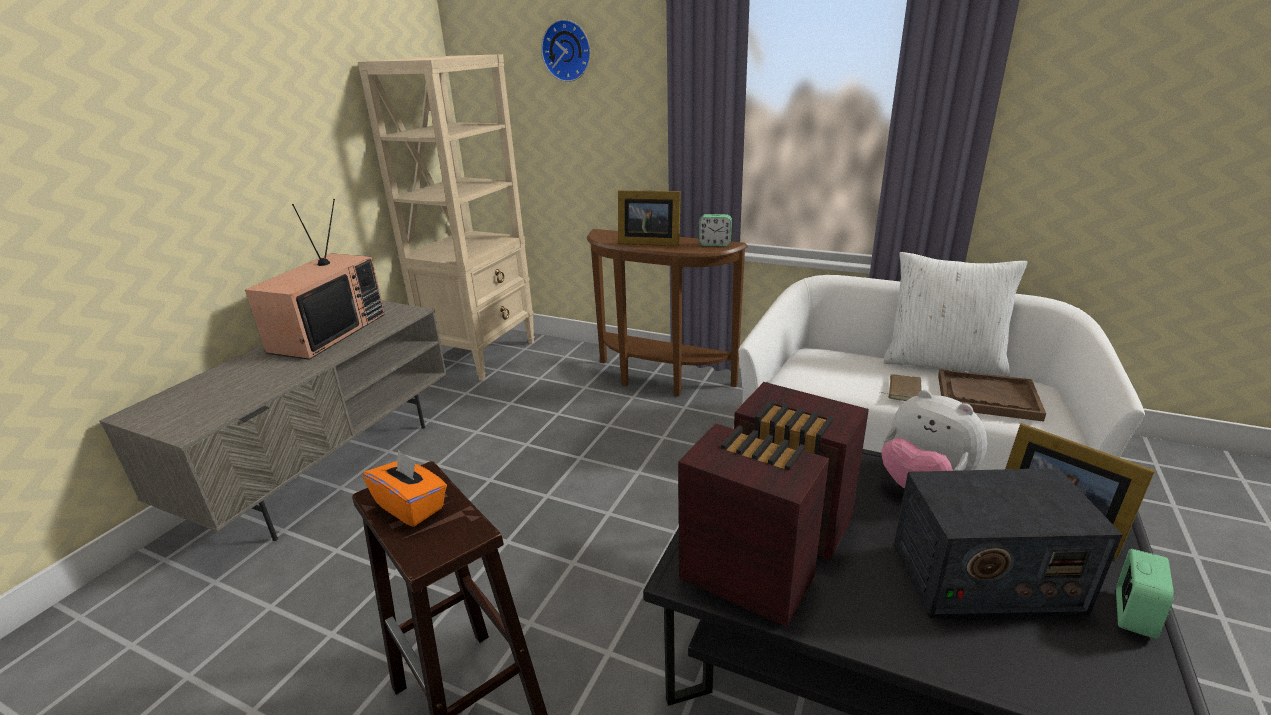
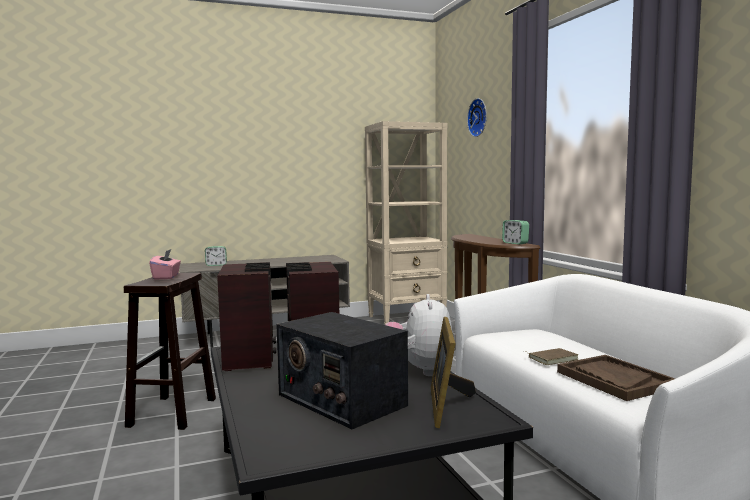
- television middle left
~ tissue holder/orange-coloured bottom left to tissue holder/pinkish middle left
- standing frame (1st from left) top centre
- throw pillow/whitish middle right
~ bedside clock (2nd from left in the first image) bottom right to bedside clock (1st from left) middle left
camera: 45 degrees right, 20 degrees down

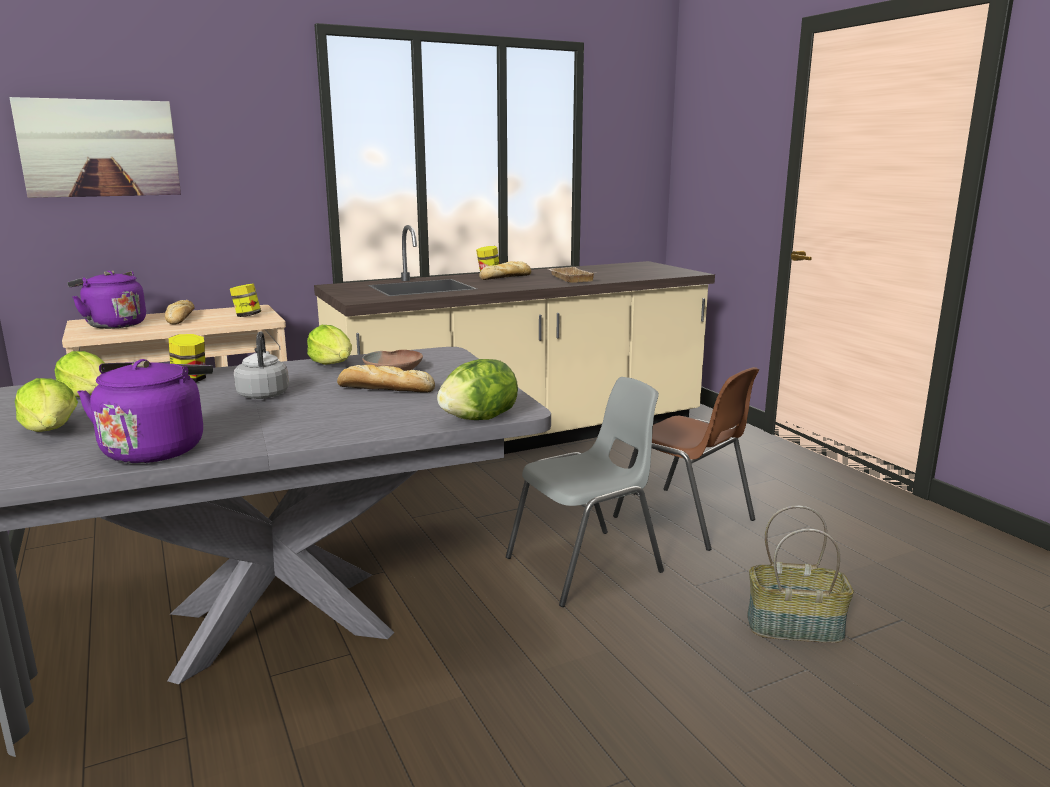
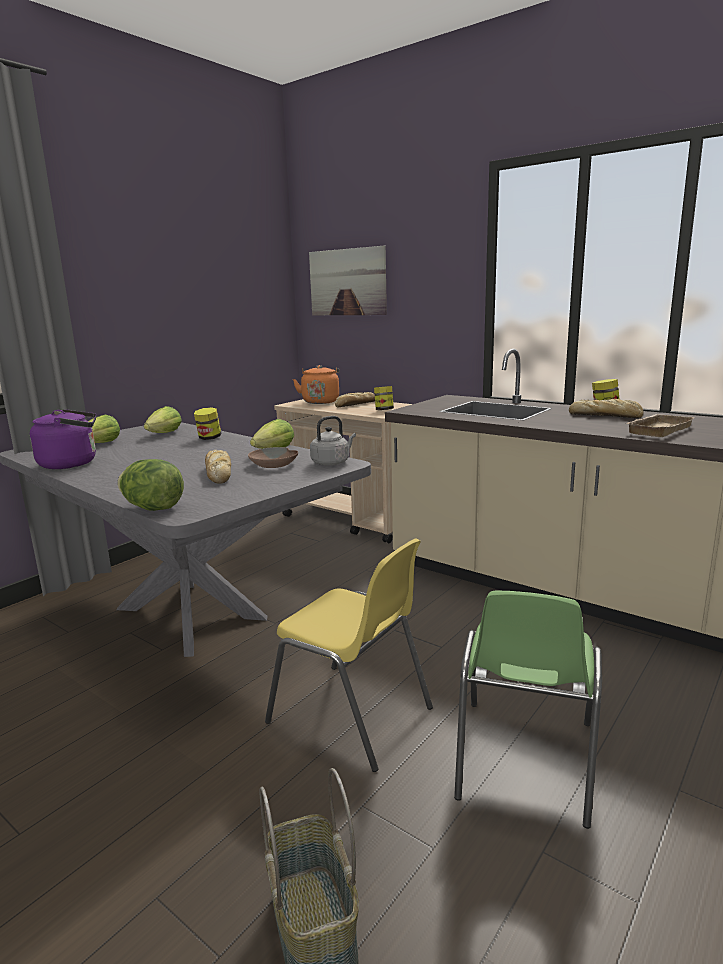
~ water kettle/purple-coloured (1st from left) middle left to water kettle/orange-coloured centre
~ water kettle/greyish middle left to centre
~ plain chair/greyish centre to plain chair/yellow-coloured bottom centre
~ plain chair/brownish centre to plain chair/greenish bottom right
camera: 65 degrees right, 0 degrees up

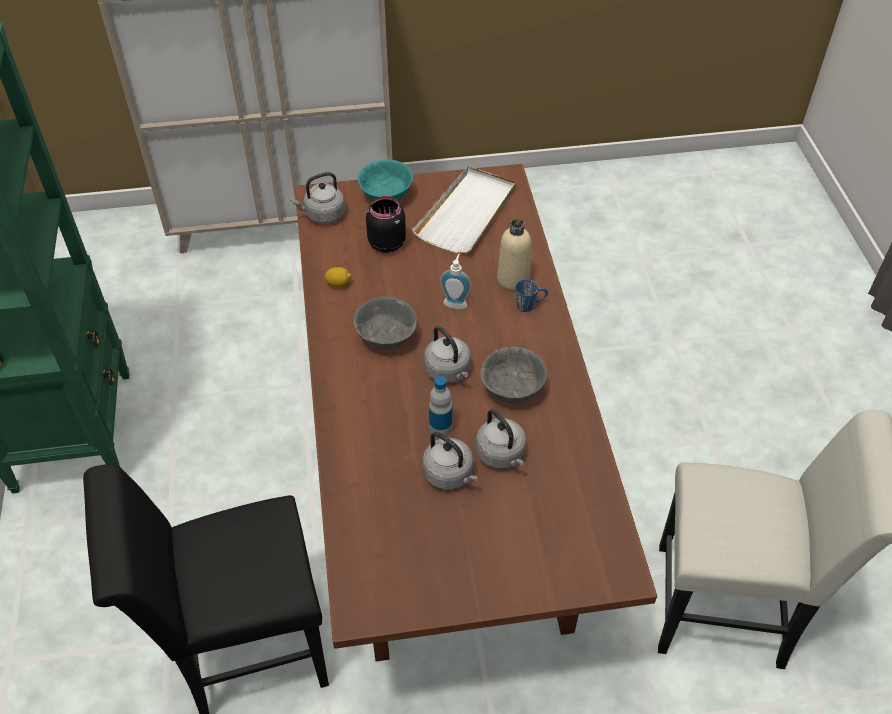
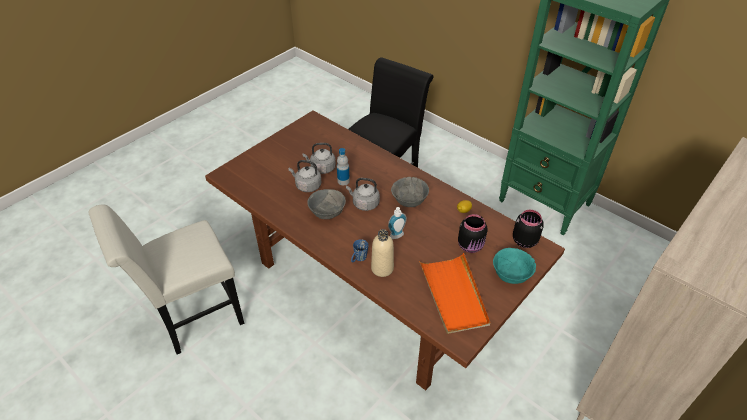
~ water kettle/greyish (1st from left) top centre to jar/black-coloured (2nd from left) middle right
~ carrying tray/whitish top centre to carrying tray/orange-coloured bottom centre
camera: 140 degrees right, 5 degrees down

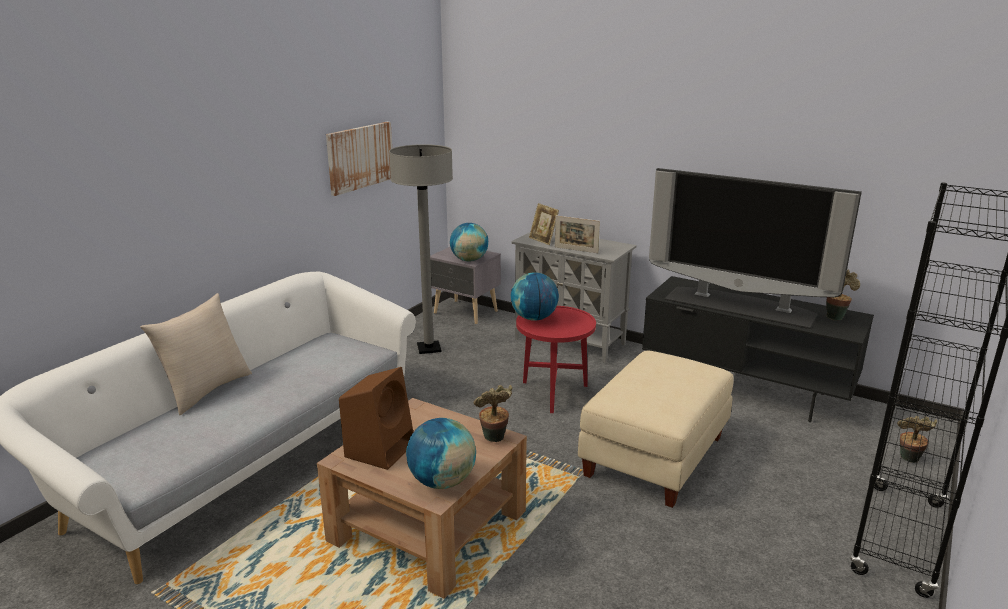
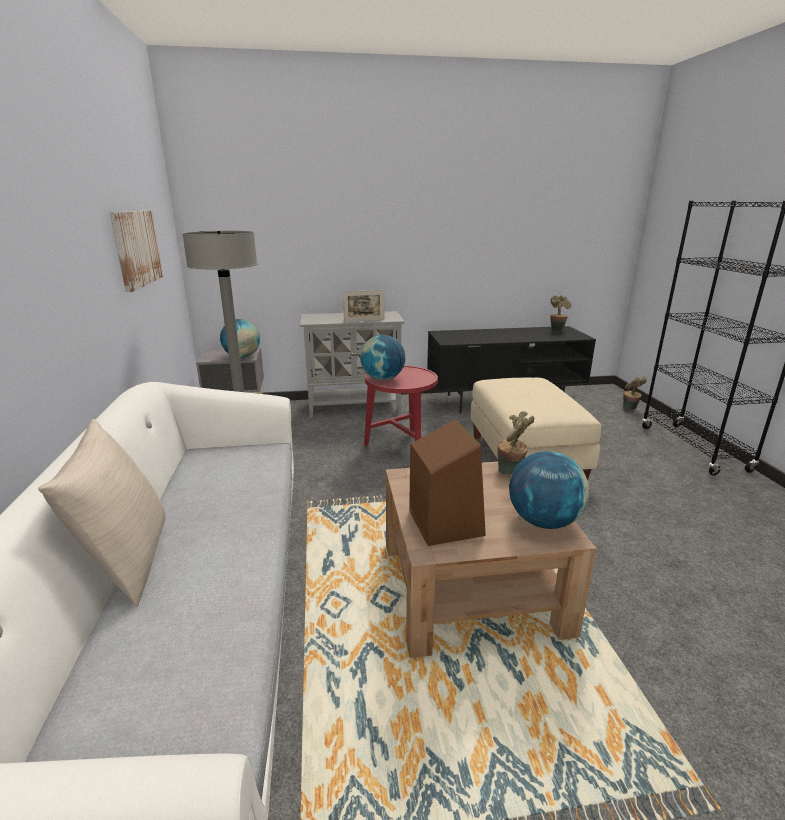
- standing frame (1st from left) centre
- television middle right
camera: 40 degrees left, 0 degrees up

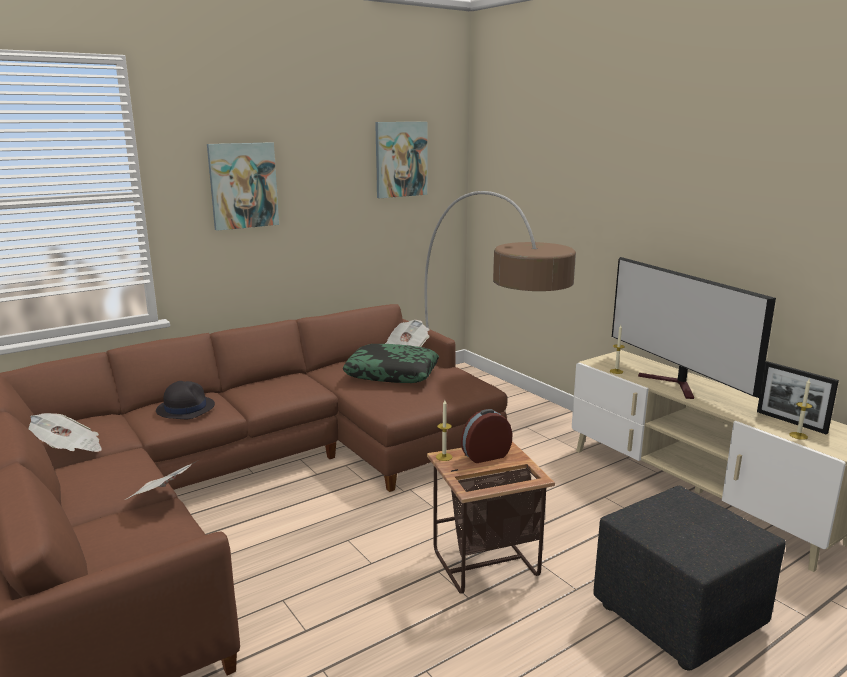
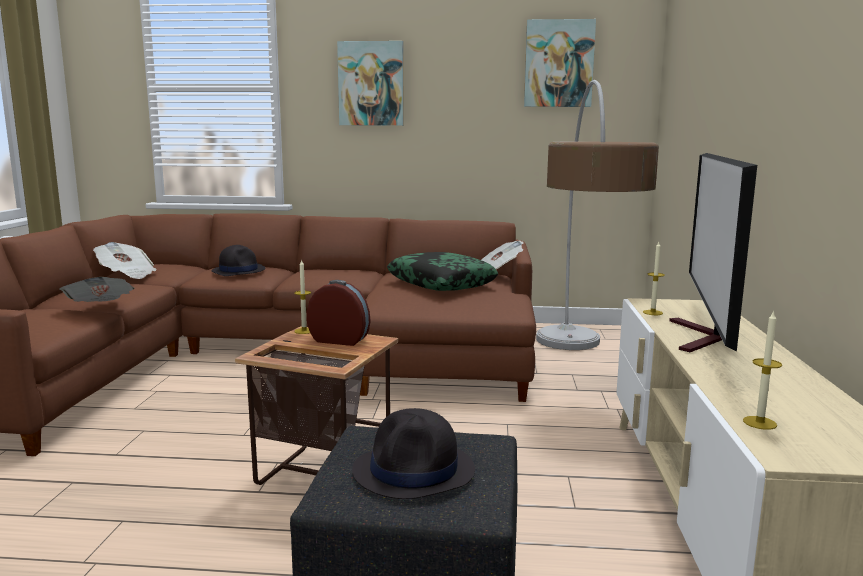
- standing frame middle right
+ clothing hat/black-coloured (2nd from left) bottom centre
camera: 40 degrees right, 5 degrees down

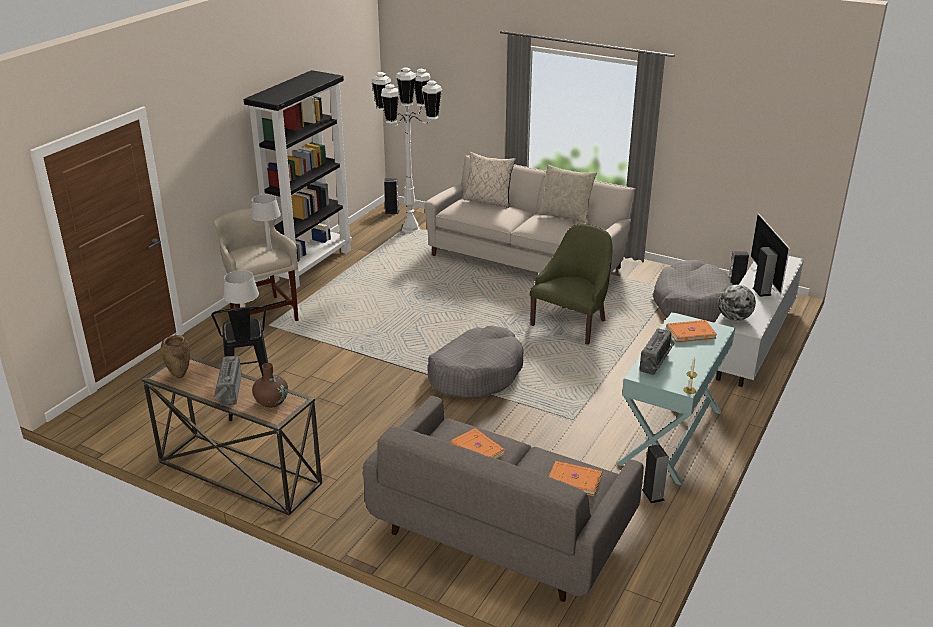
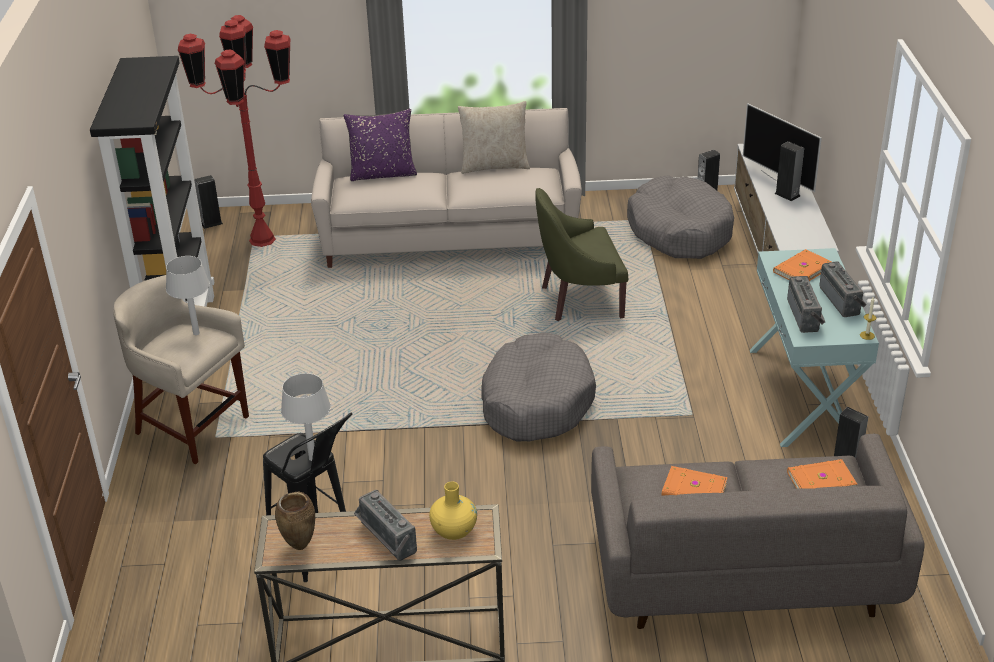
~ decorative vase/brownish (2nd from left) middle left to decorative vase/yellow-coloured bottom centre
~ standard lamp/whitish top centre to standard lamp/red-coloured top left
~ throw pillow/beige (1st from left) top centre to throw pillow/purple-coloured top centre
~ lounge chair/greenish centre = centre 105 degrees counterclockwise
- desk globe middle right
+ radio (3rd from left) middle right
camera: 30 degrees left, 5 degrees up

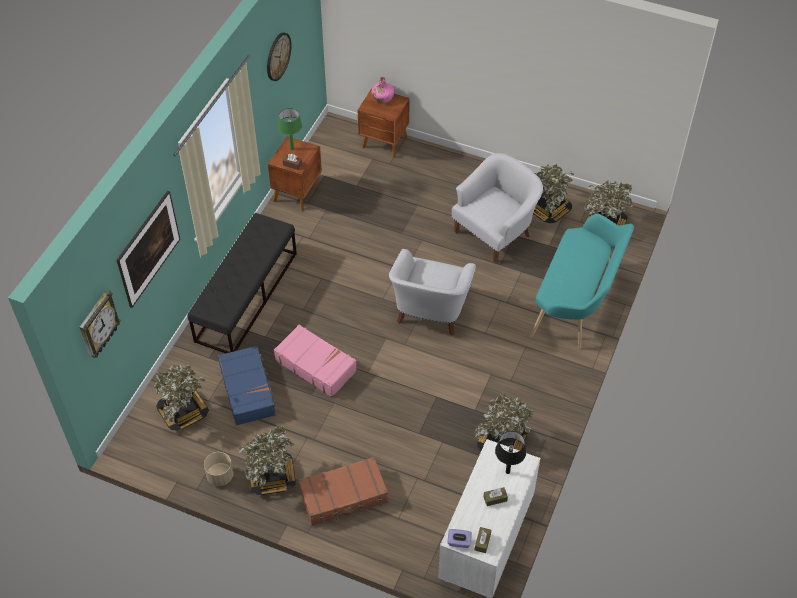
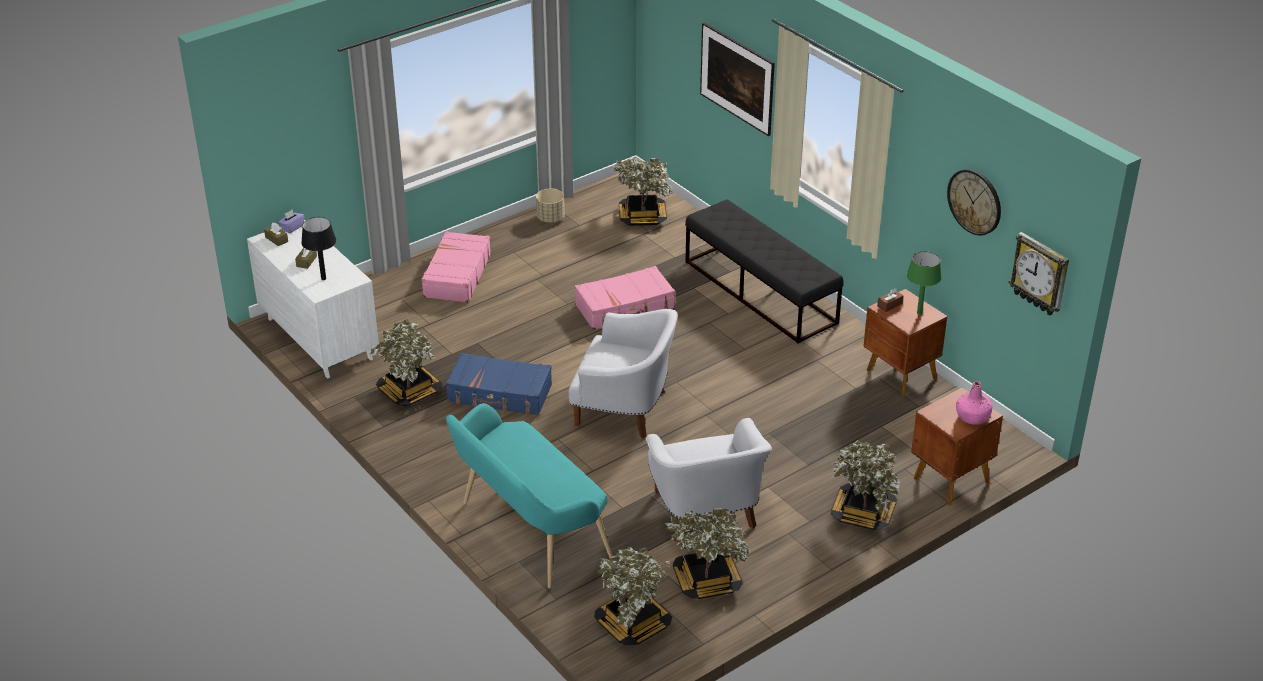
~ wall clock (1st from left in the first image) middle left to wall clock (2nd from left) middle right
~ travel case/blue-coloured middle left to centre
~ potted plant (2nd from left in the first image) bottom centre to potted plant (5th from left) bottom right
~ travel case/brownish bottom centre to travel case/pinkish (1st from left) centre
~ lounge chair/whitish (1st from left) centre = centre 150 degrees clockwise
camera: 120 degrees right, 15 degrees down

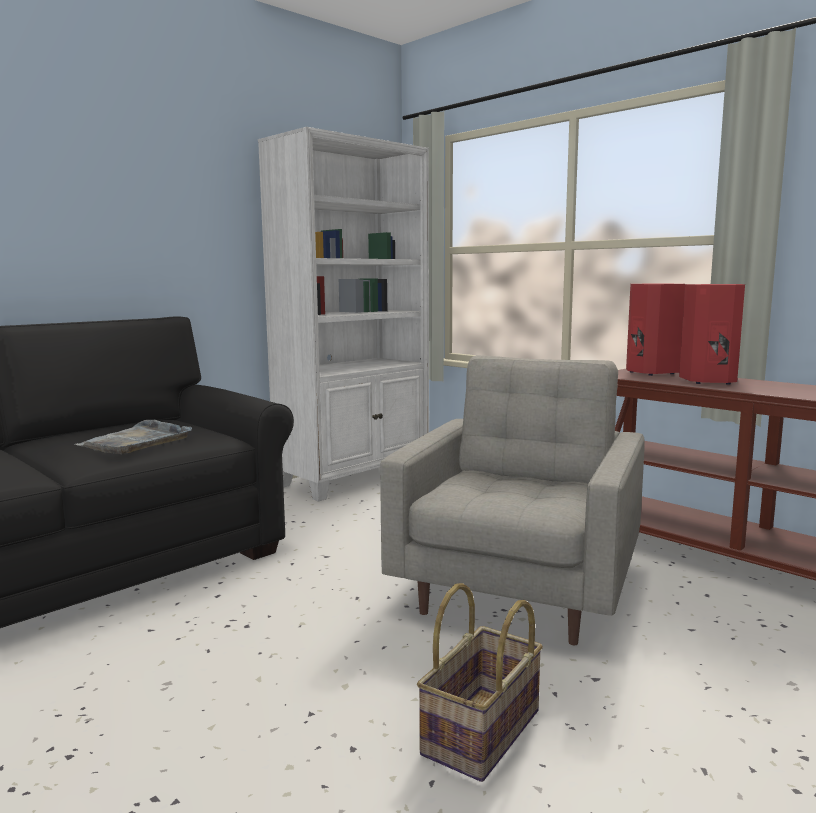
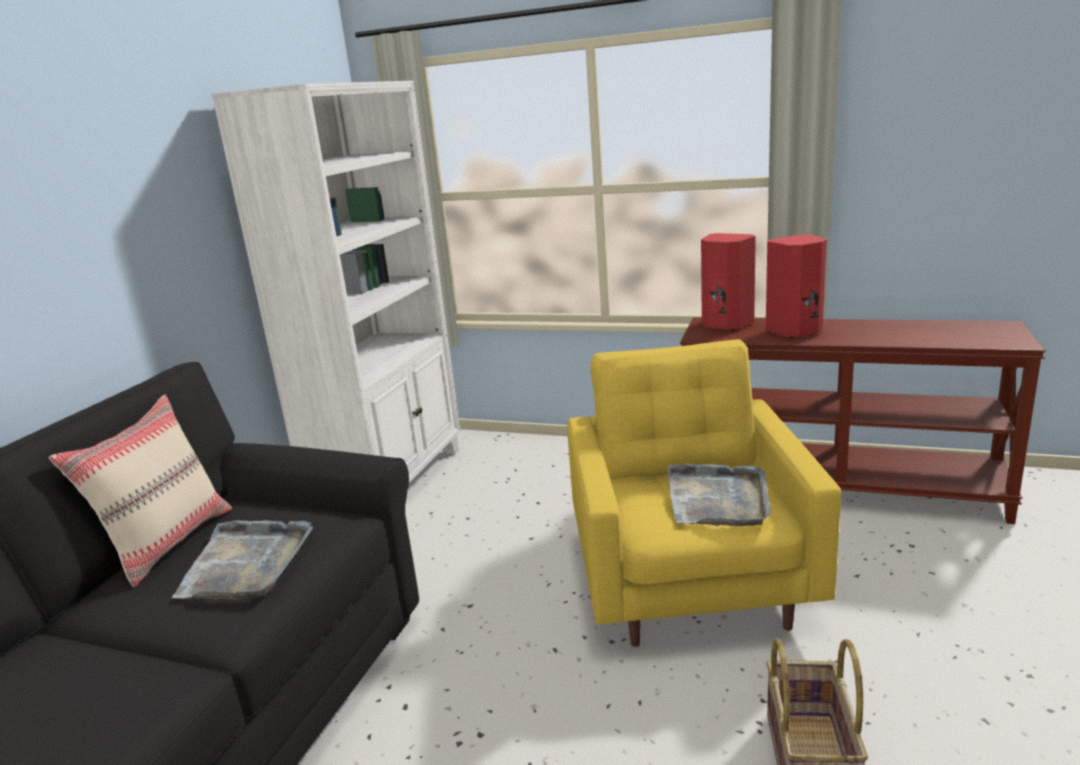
~ lounge chair/greyish centre to lounge chair/yellow-coloured centre
+ throw pillow/beige middle left
+ carrying tray/greyish (2nd from left) centre
camera: 25 degrees left, 10 degrees up

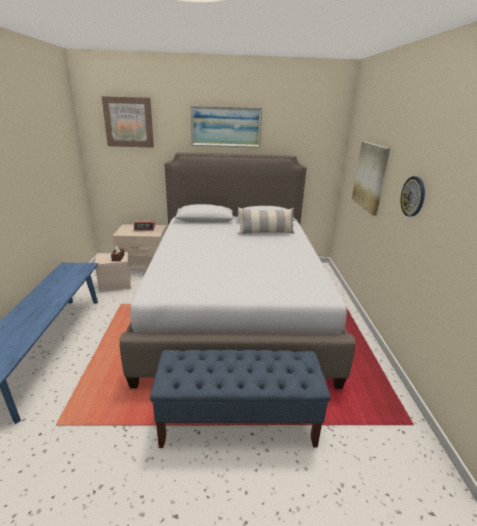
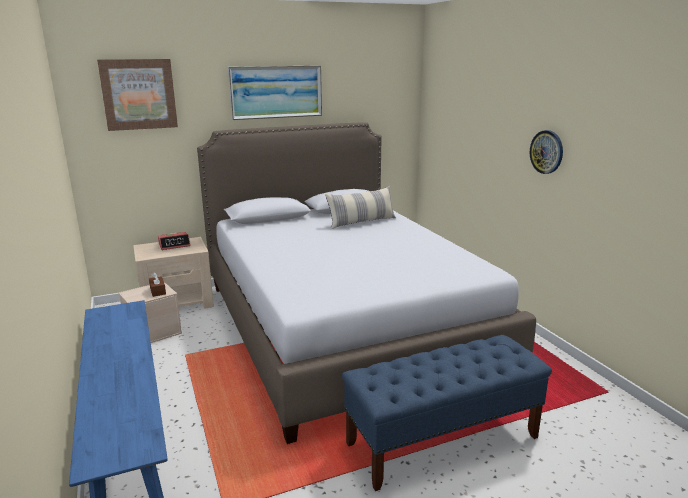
- picture (3rd from left) middle right
camera: 20 degrees left, 5 degrees down

